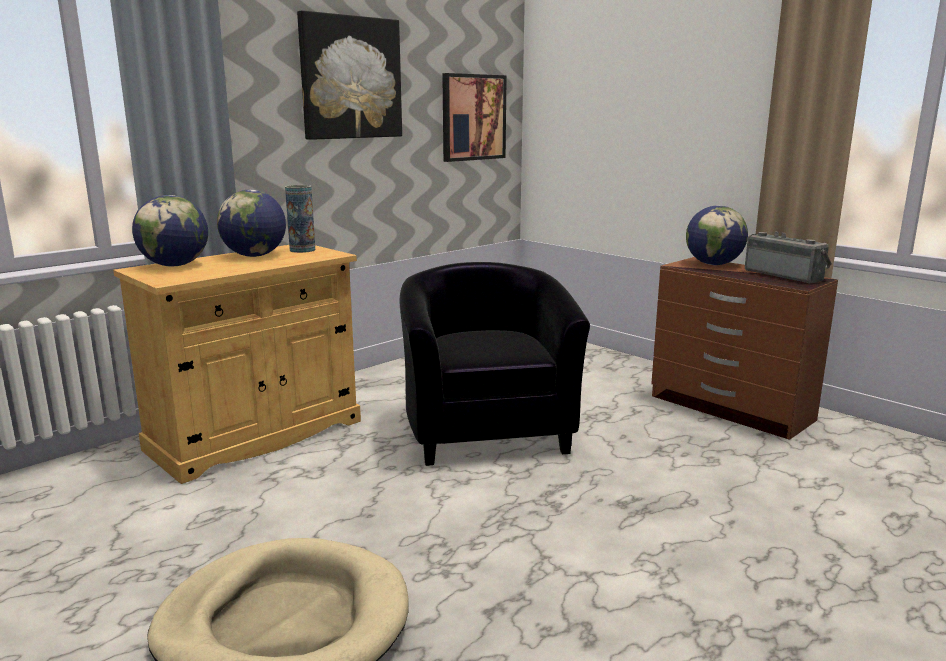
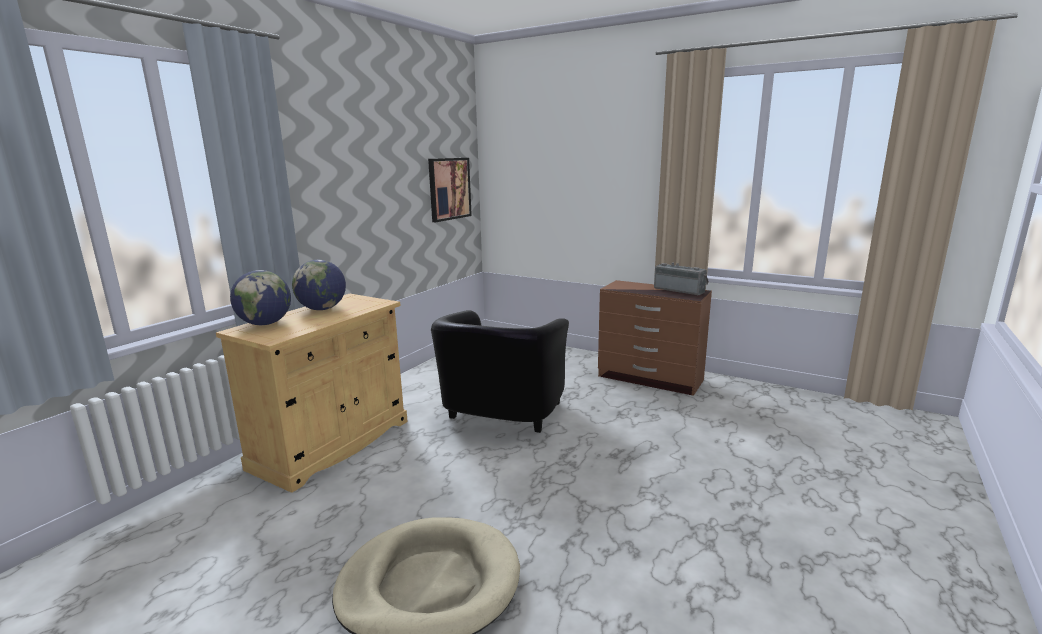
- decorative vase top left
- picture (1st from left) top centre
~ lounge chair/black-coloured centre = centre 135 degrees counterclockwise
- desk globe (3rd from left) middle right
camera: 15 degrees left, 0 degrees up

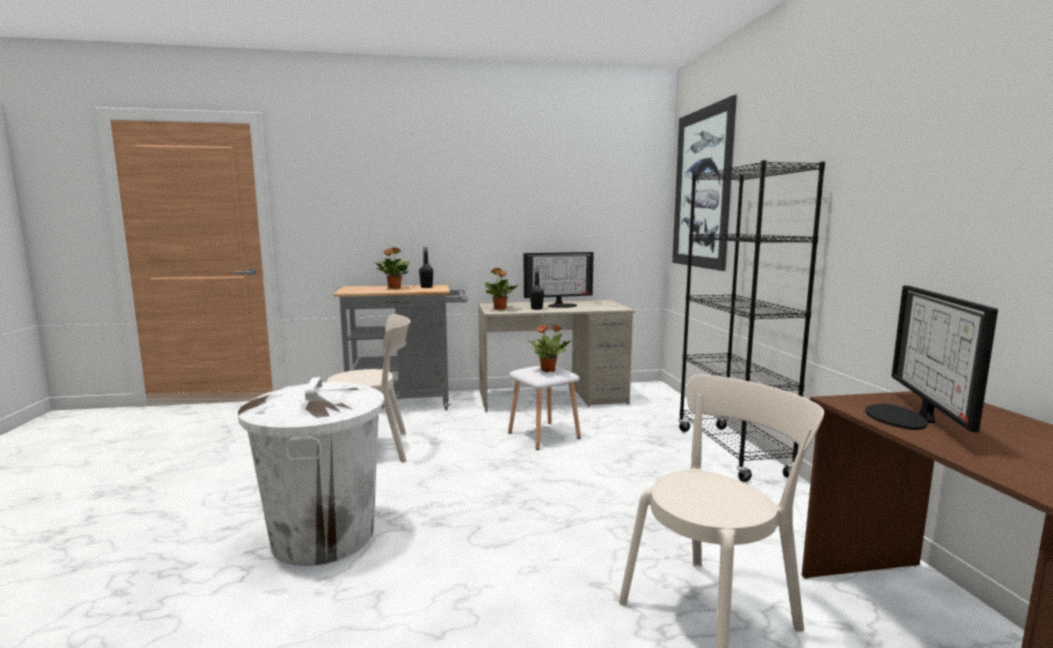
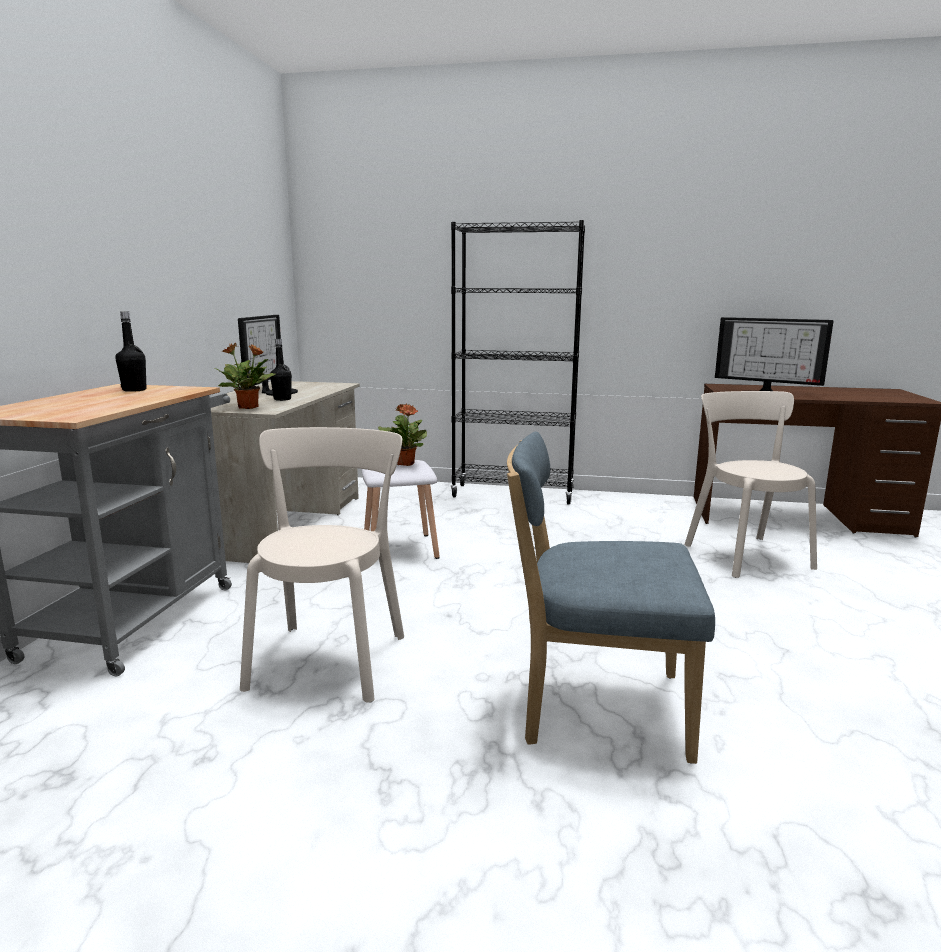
~ rubbish bin/whitish bottom left to plain chair/blue-coloured centre
- potted plant (1st from left) centre
- picture top right
camera: 70 degrees left, 5 degrees up

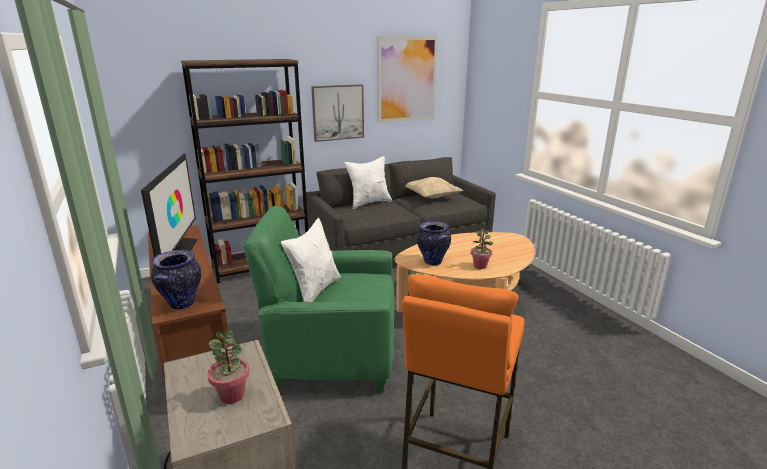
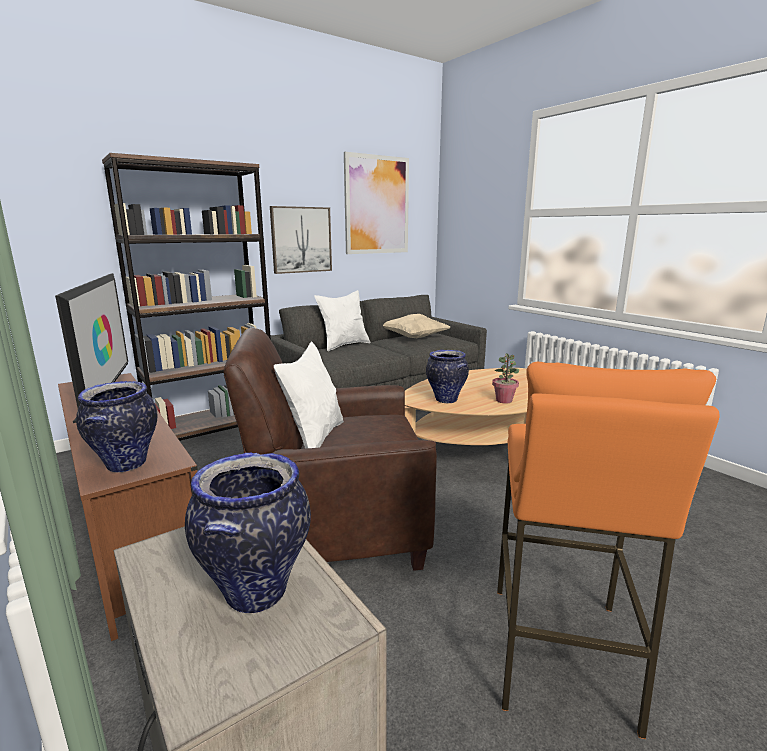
~ potted plant (1st from left) bottom left to decorative vase (2nd from left) bottom left
~ lounge chair/greenish centre to lounge chair/brownish centre
camera: 10 degrees left, 5 degrees down

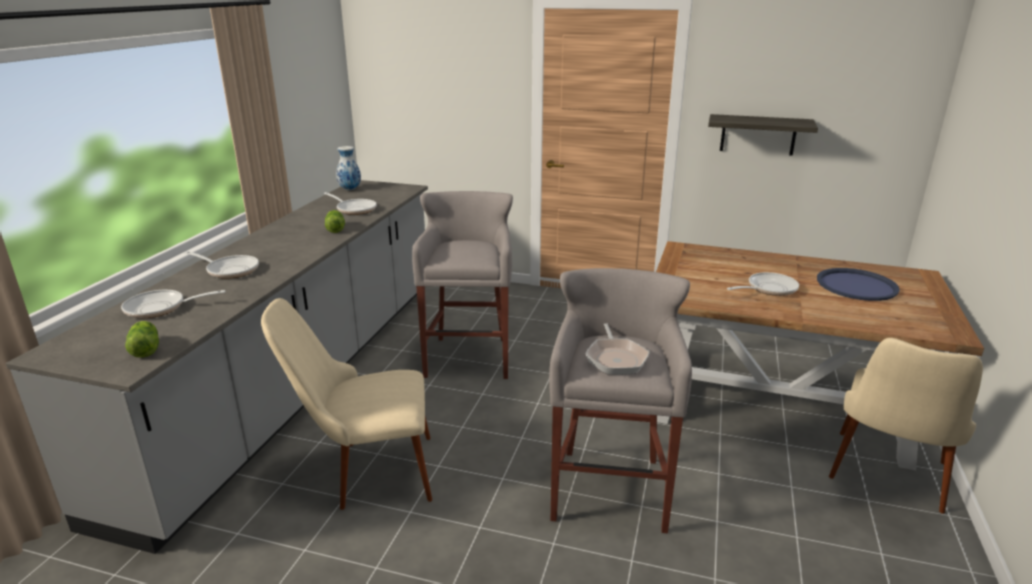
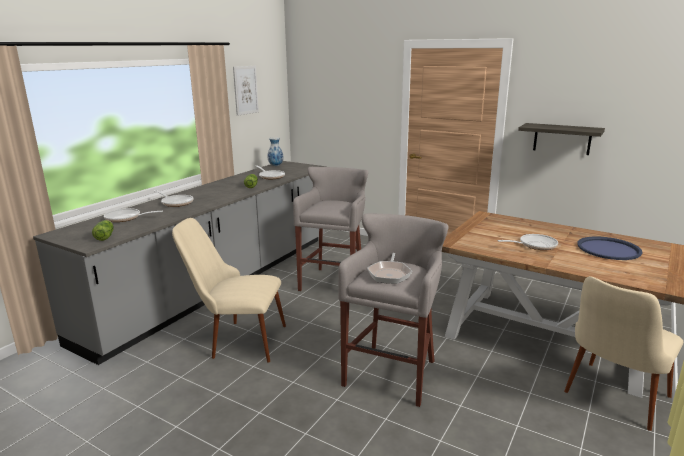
+ picture top centre
camera: 15 degrees right, 5 degrees down

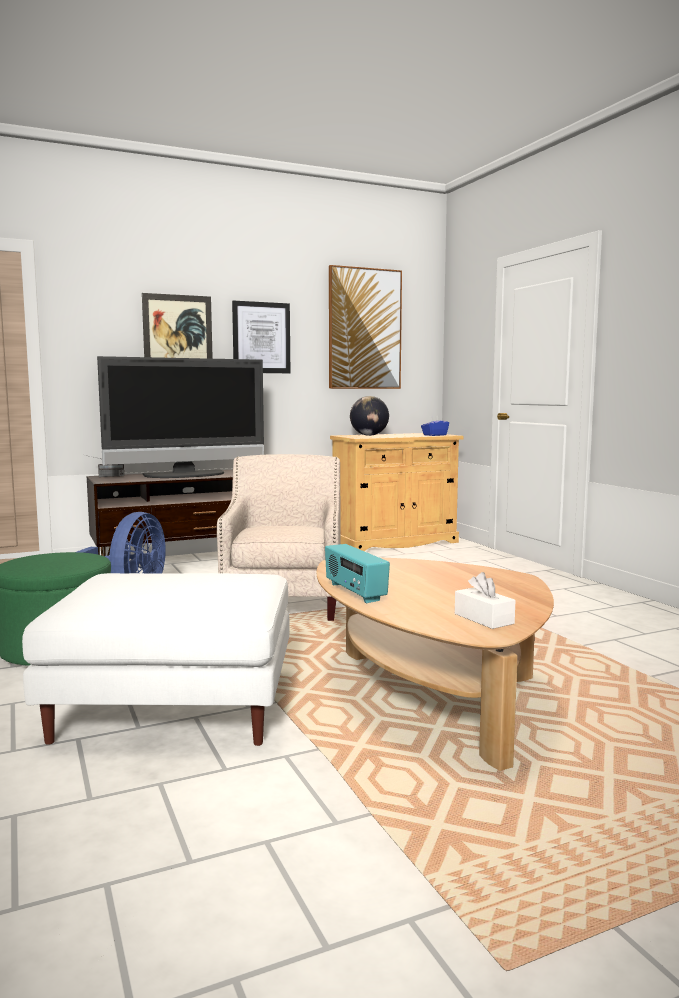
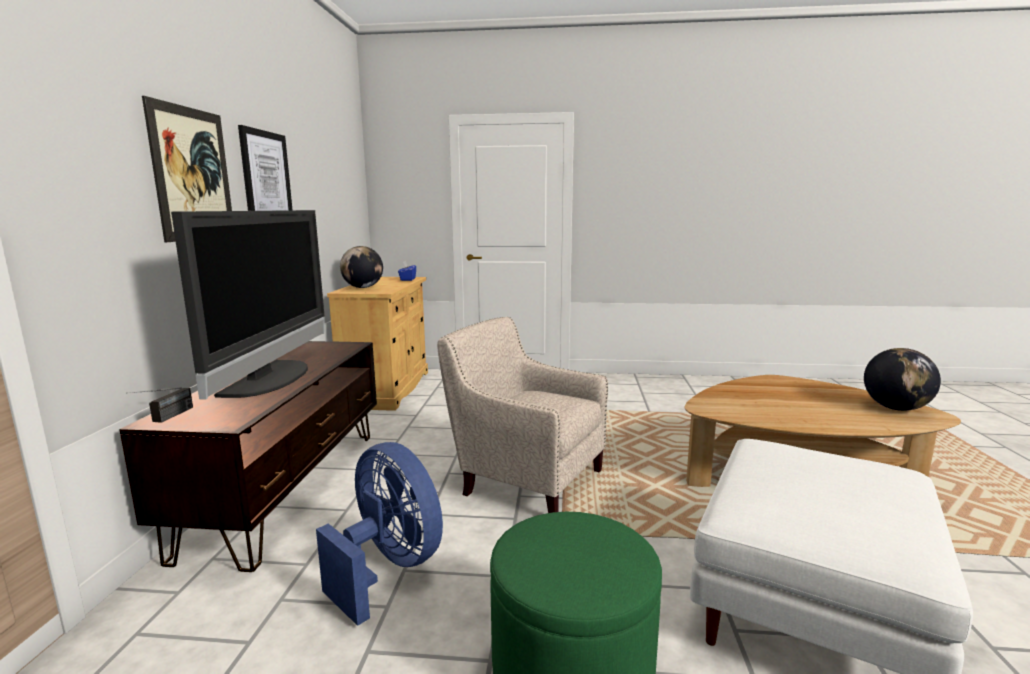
- radio (2nd from left) centre
- picture (3rd from left) top centre
~ tissue holder/whitish middle right to desk globe (2nd from left) middle right
camera: 60 degrees left, 5 degrees up

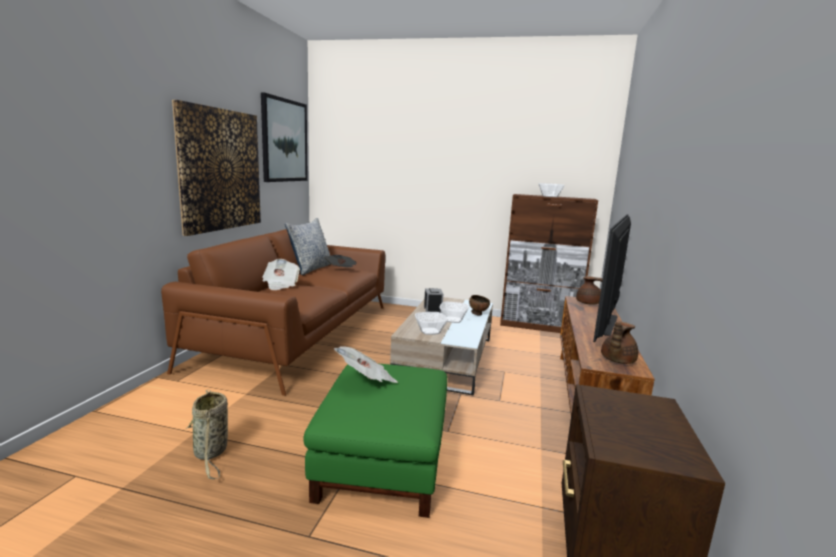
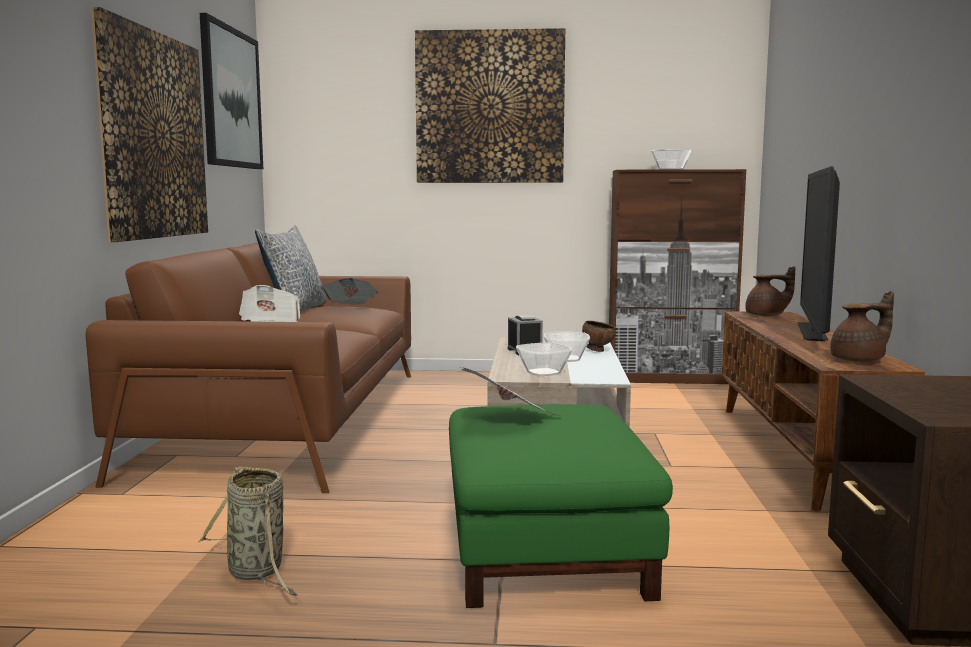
~ teapot/brownish (2nd from left) middle right = middle right 135 degrees counterclockwise
+ picture (3rd from left) top centre
camera: 10 degrees left, 5 degrees down

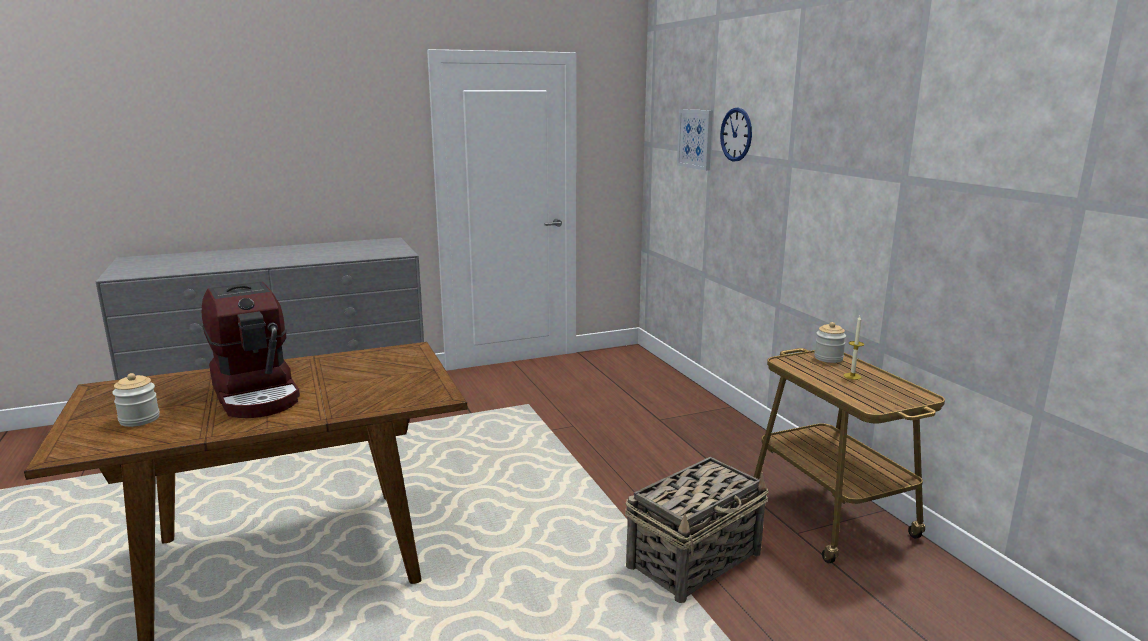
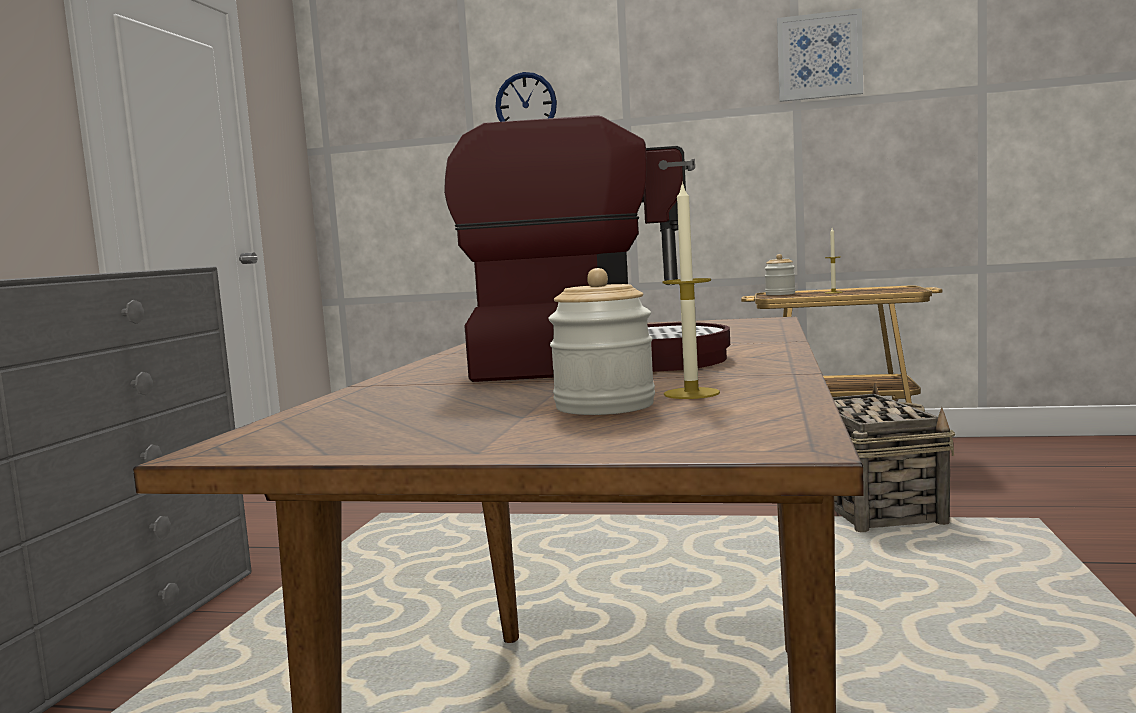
~ picture top centre to top right
+ wax candle (1st from left) centre
camera: 55 degrees left, 10 degrees down

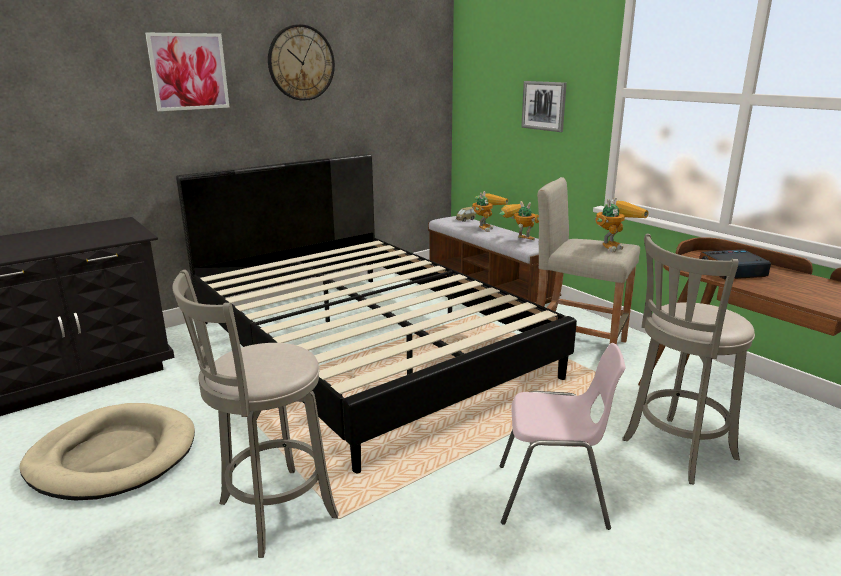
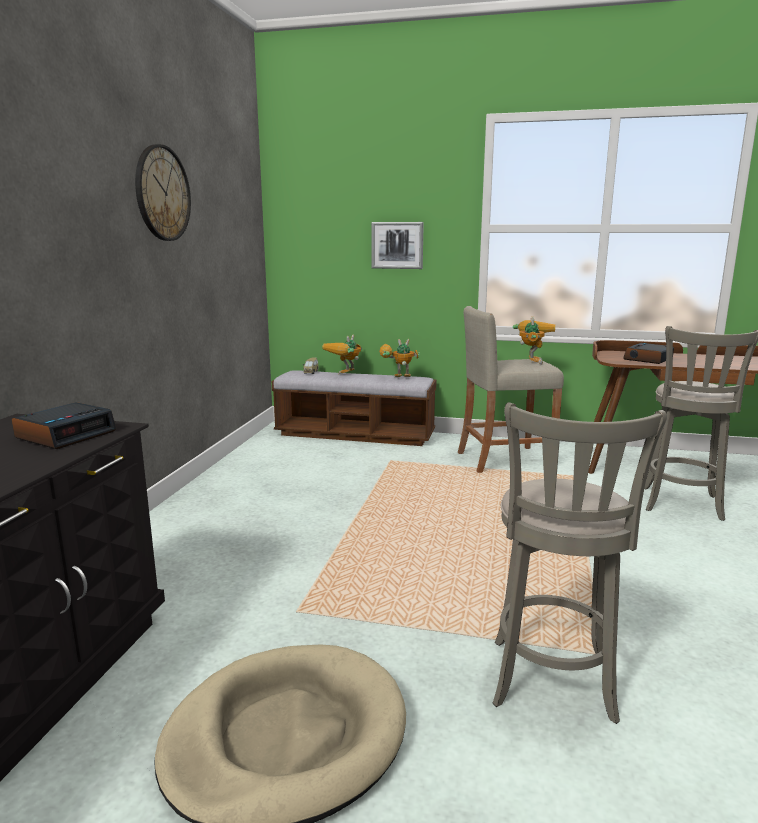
- picture (1st from left) top left
- bed/black-coloured centre
~ model robot (1st from left) centre = centre 135 degrees counterclockwise
- plain chair/pinkish bottom right
+ bedside clock (1st from left) middle left
camera: 40 degrees left, 5 degrees down

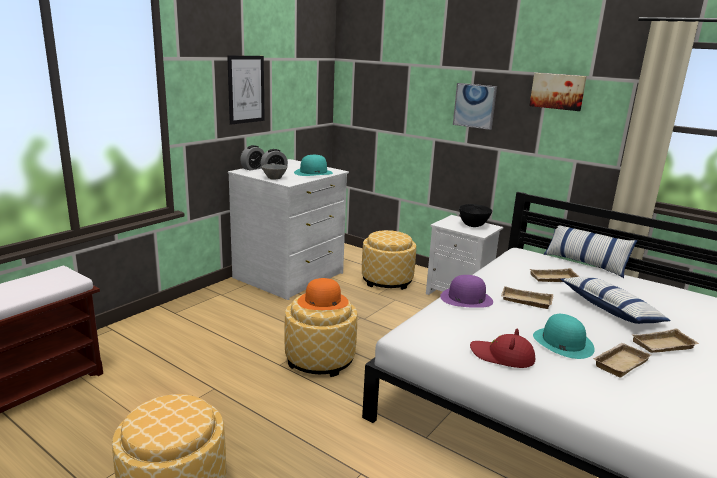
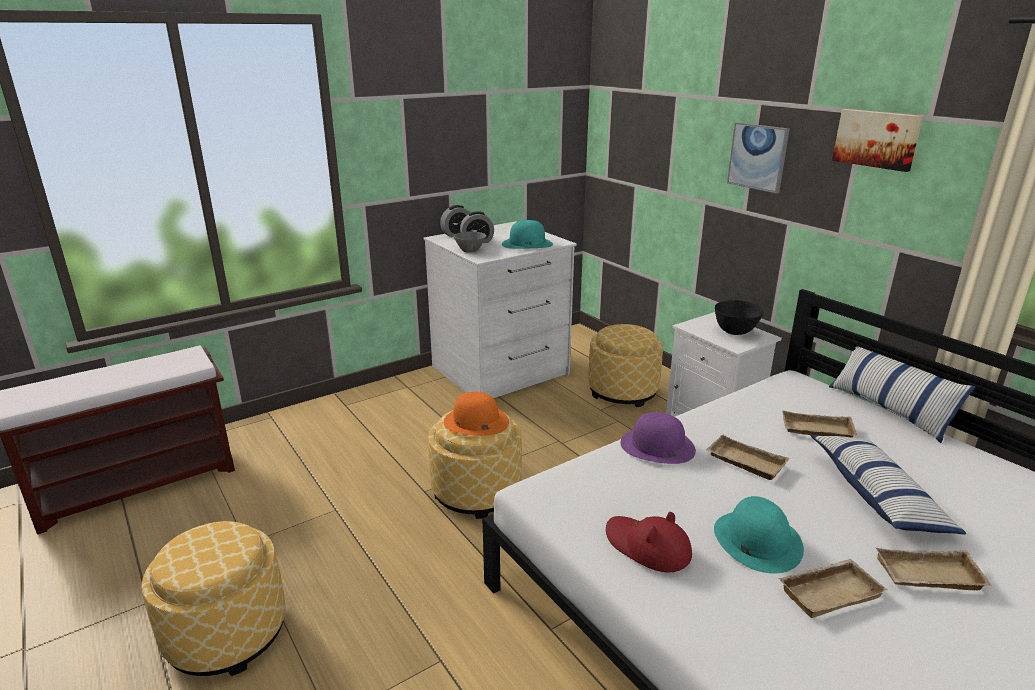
- picture (1st from left) top centre
camera: 20 degrees right, 5 degrees up

